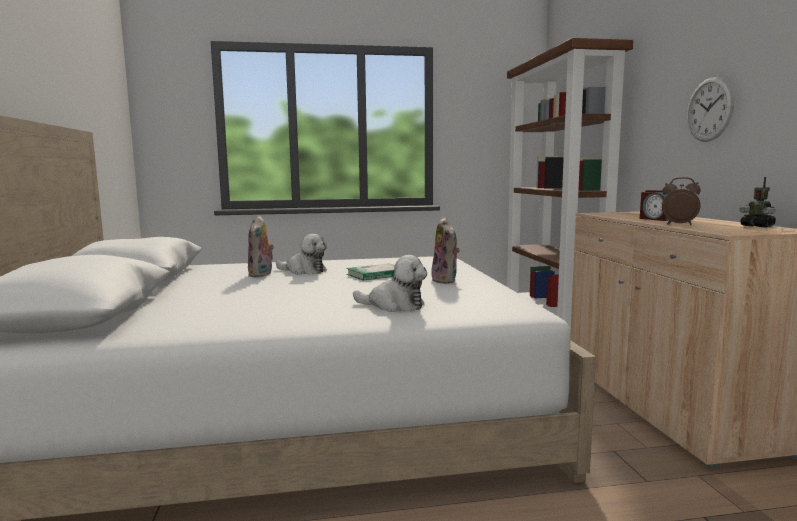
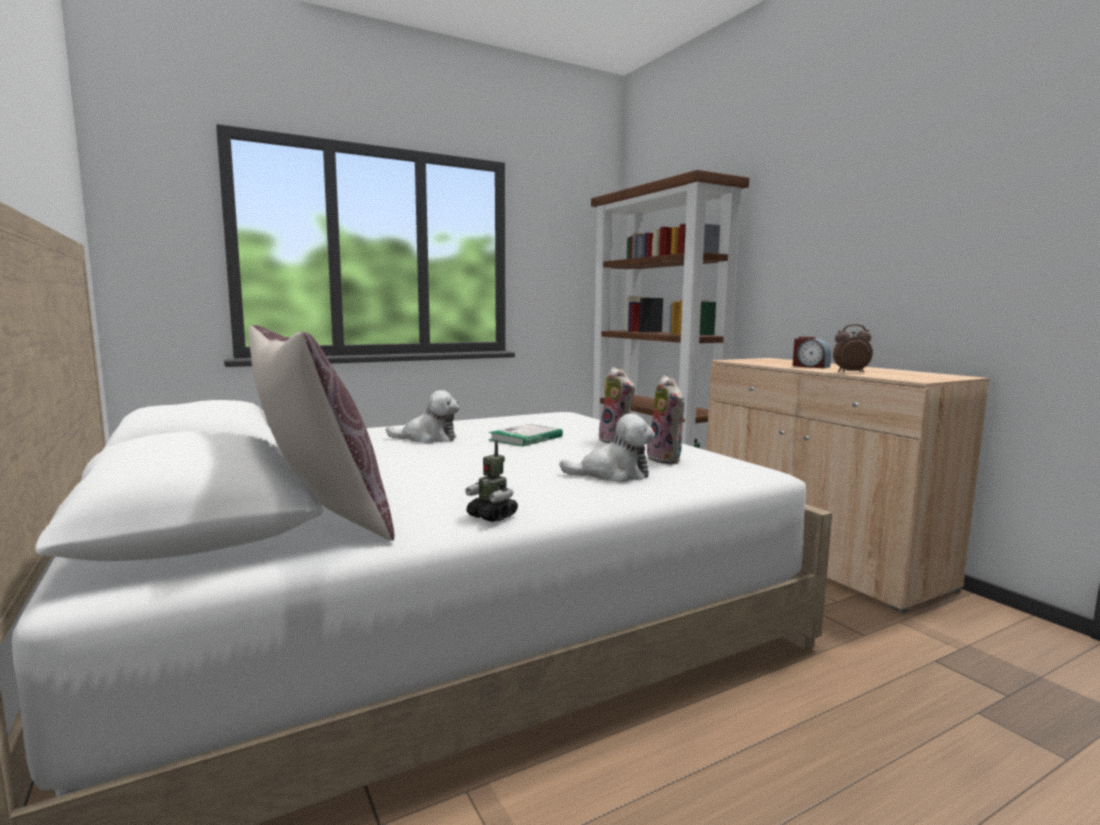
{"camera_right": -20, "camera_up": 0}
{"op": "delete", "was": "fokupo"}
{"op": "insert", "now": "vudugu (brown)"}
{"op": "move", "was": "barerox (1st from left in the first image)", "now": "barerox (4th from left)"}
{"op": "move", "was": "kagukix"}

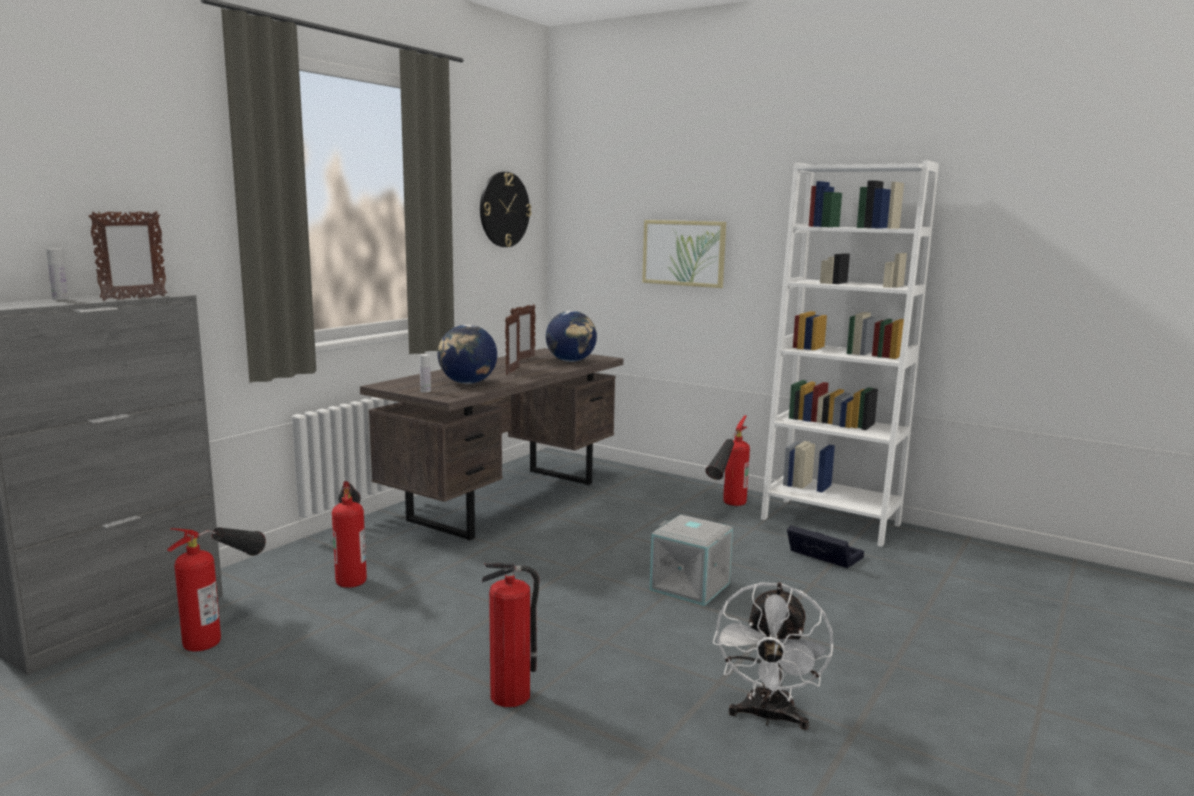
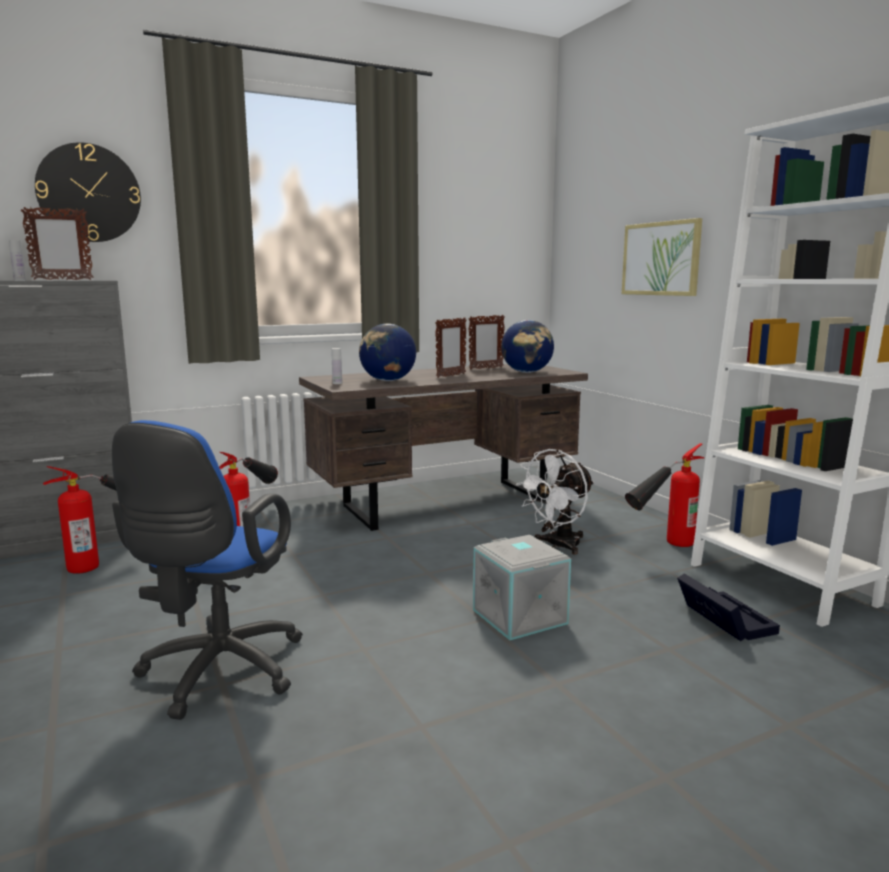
{"camera_right": 30, "camera_up": 0}
{"op": "move", "was": "fokupo"}
{"op": "move", "was": "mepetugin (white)"}
{"op": "replace", "was": "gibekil (3rd from left)", "now": "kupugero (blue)"}

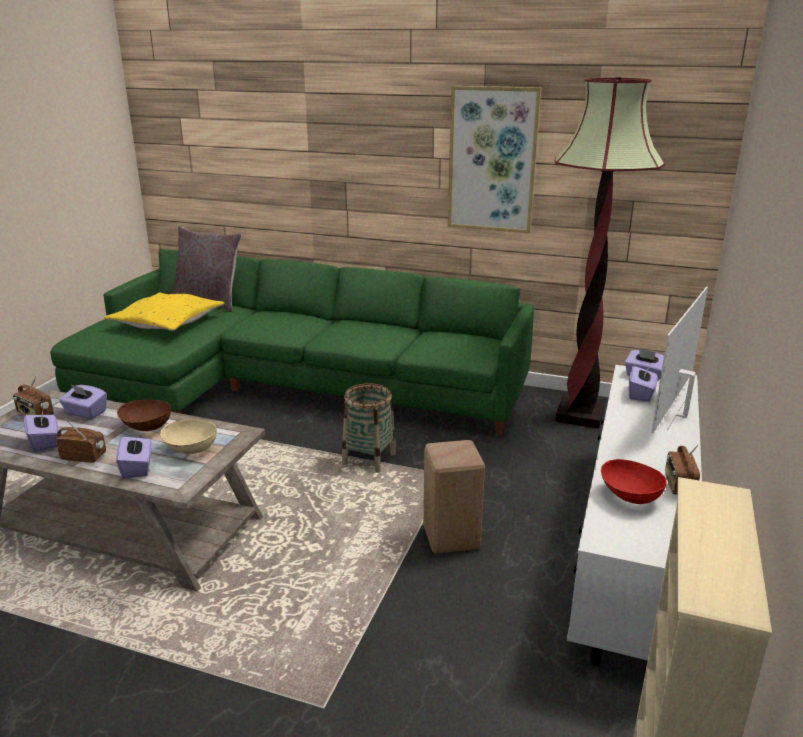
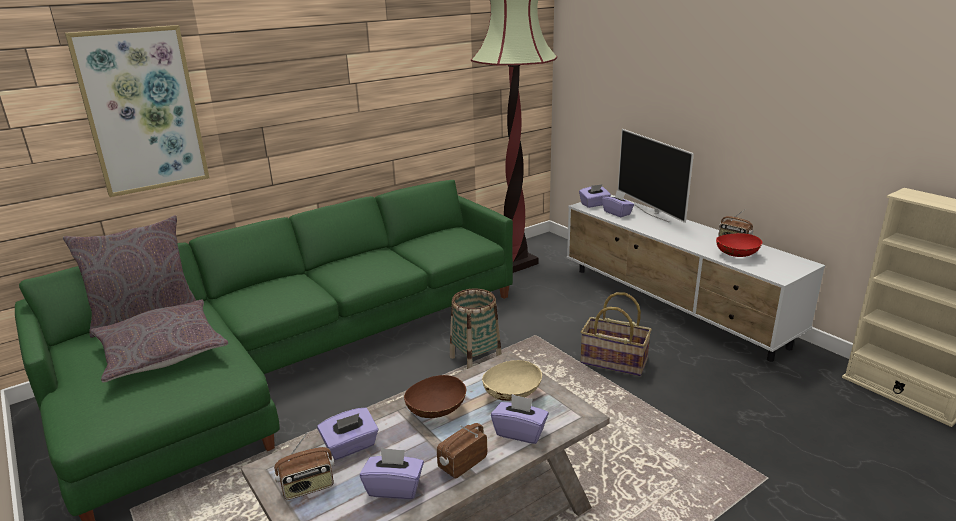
{"camera_right": -55, "camera_up": 0}
{"op": "move", "was": "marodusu"}
{"op": "replace", "was": "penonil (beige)", "now": "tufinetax (2nd from left)"}
{"op": "recolor", "was": "vudugu (yellow)", "now": "vudugu (grey) (2nd from left)"}

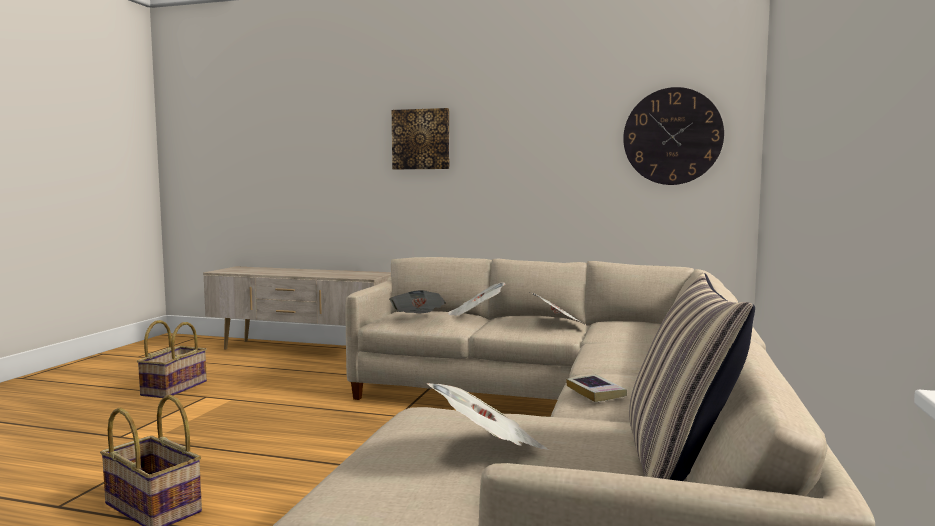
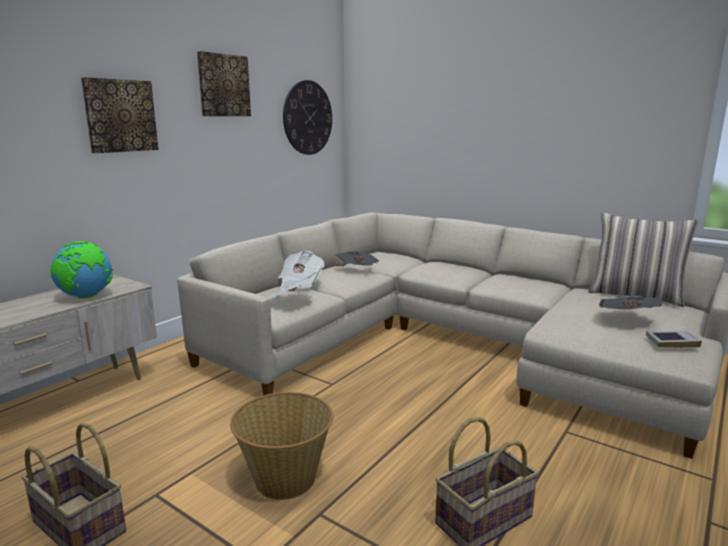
{"camera_right": -70, "camera_up": 10}
{"op": "insert", "now": "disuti"}
{"op": "insert", "now": "marodusu (2nd from left)"}
{"op": "insert", "now": "tufinetax (2nd from left)"}
{"op": "move", "was": "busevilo"}

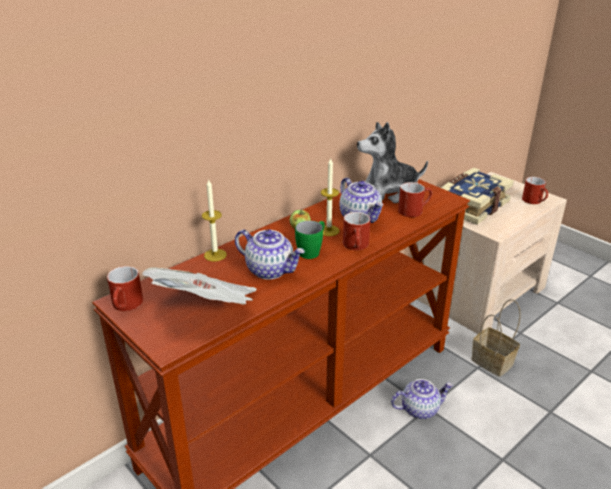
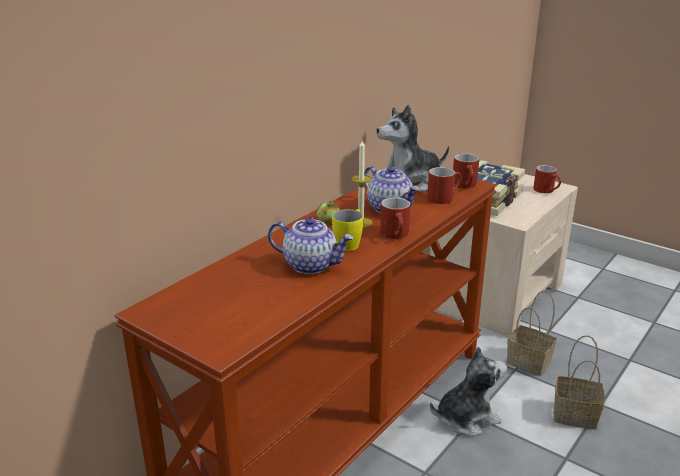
{"camera_right": -10, "camera_up": -5}
{"op": "delete", "was": "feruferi"}
{"op": "delete", "was": "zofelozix (1st from left)"}
{"op": "insert", "now": "tufinetax (2nd from left)"}
{"op": "move", "was": "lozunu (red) (1st from left in the first image)", "now": "lozunu (red) (3rd from left)"}
{"op": "replace", "was": "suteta (3rd from left)", "now": "barerox (2nd from left)"}
{"op": "recolor", "was": "lozunu (green)", "now": "lozunu (yellow)"}

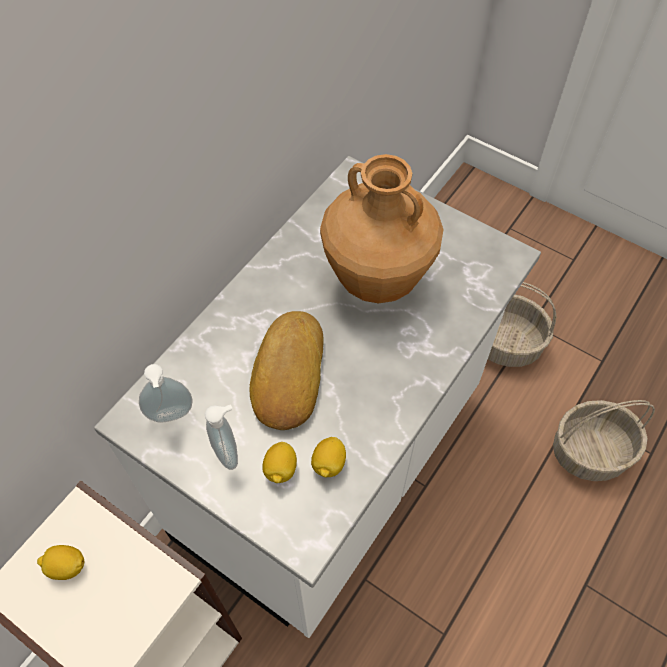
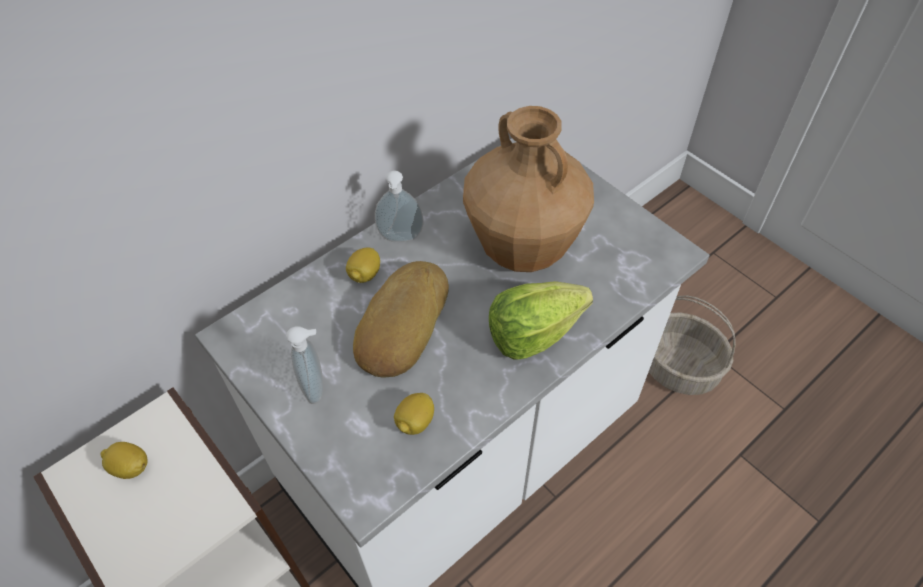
{"camera_right": 15, "camera_up": -5}
{"op": "delete", "was": "tufinetax (2nd from left)"}
{"op": "insert", "now": "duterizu"}
{"op": "move", "was": "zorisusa (1st from left in the first image)", "now": "zorisusa (2nd from left)"}
{"op": "move", "was": "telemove (2nd from left)"}

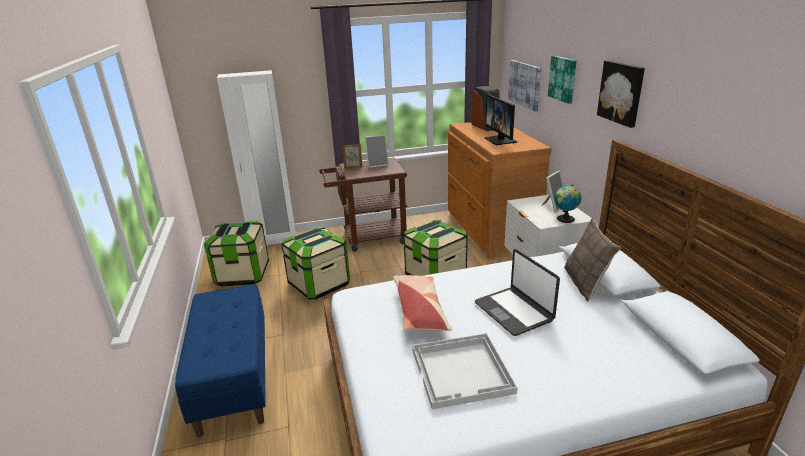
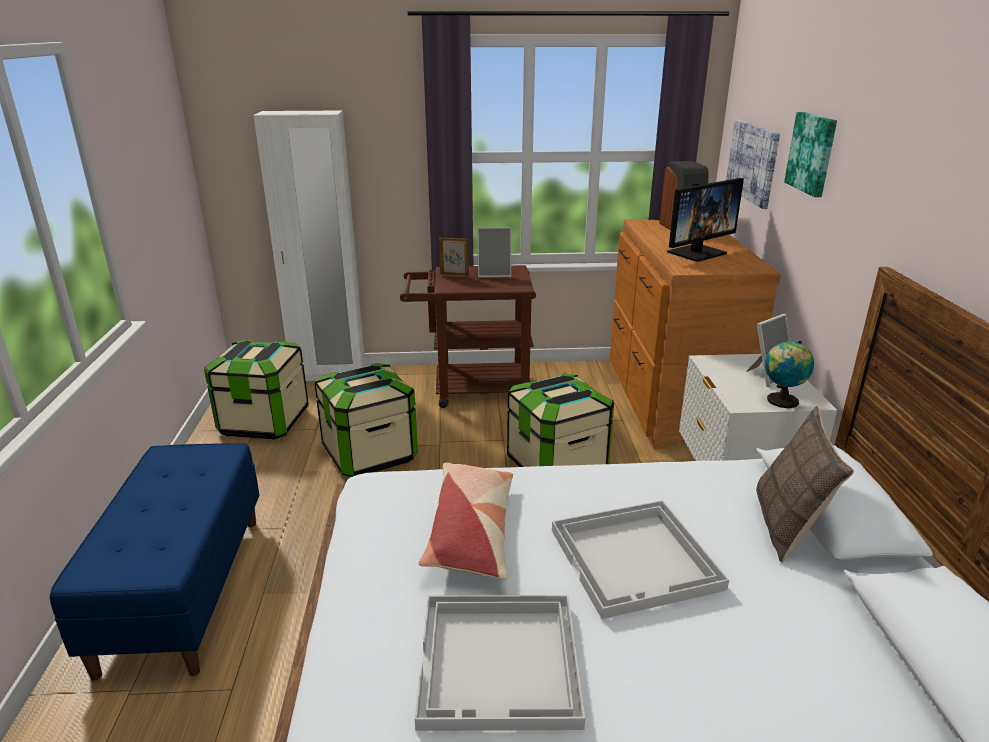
{"camera_right": 10, "camera_up": 0}
{"op": "delete", "was": "marodusu (3rd from left)"}
{"op": "replace", "was": "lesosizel", "now": "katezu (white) (2nd from left)"}
{"op": "rotate", "was": "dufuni", "clockwise": -120}

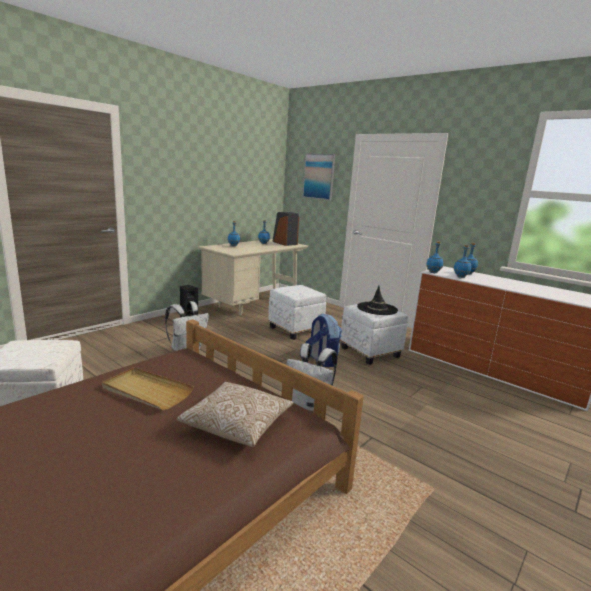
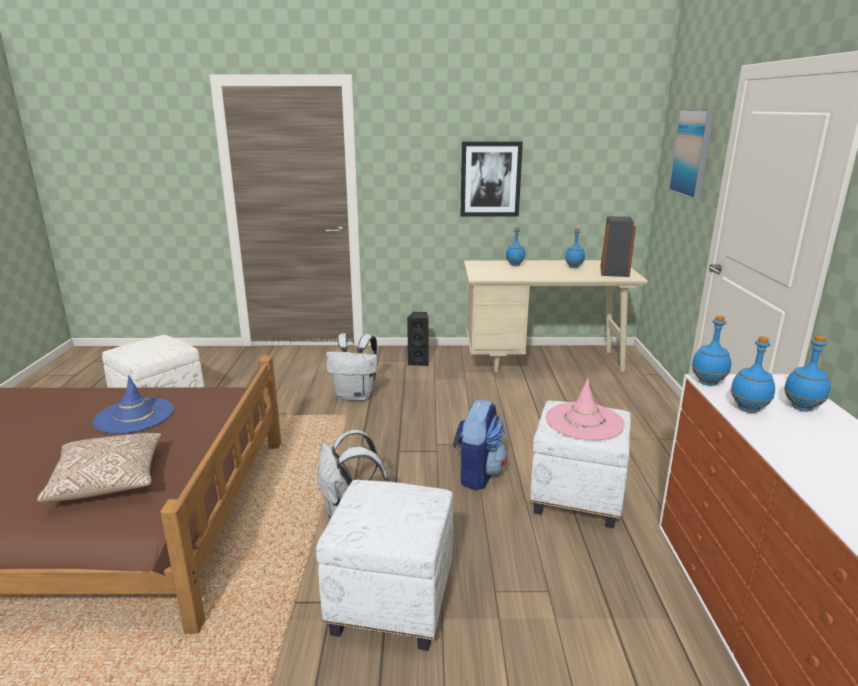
{"camera_right": 50, "camera_up": 5}
{"op": "insert", "now": "marodusu (1st from left)"}
{"op": "move", "was": "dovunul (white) (2nd from left)"}
{"op": "replace", "was": "katezu (beige)", "now": "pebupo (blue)"}
{"op": "recolor", "was": "pebupo (black)", "now": "pebupo (pink)"}

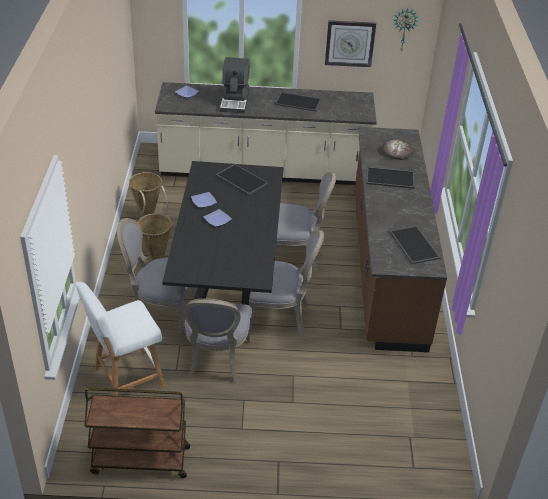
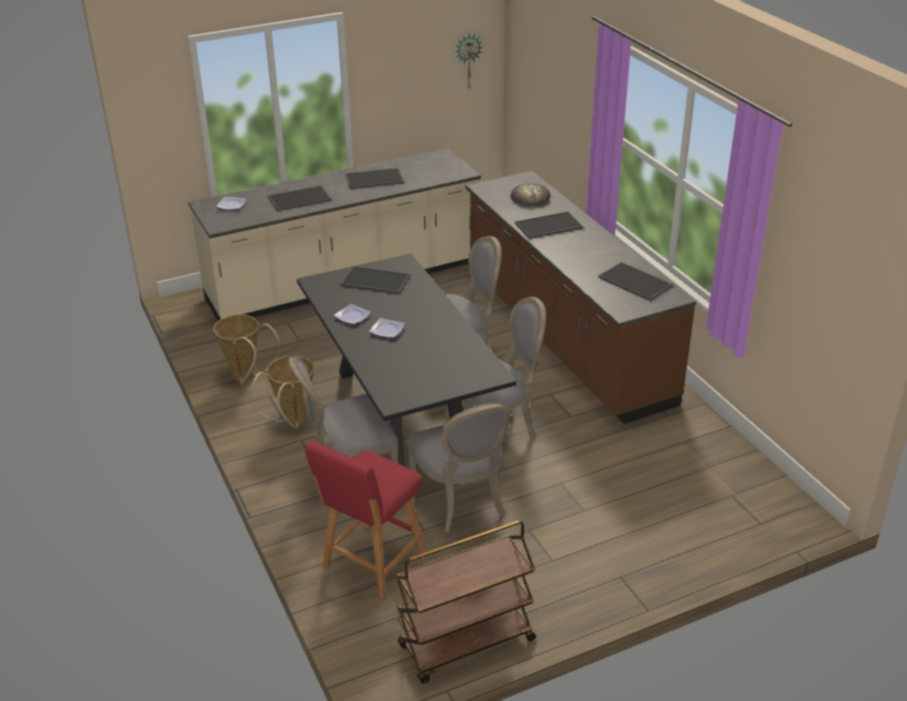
{"camera_right": -25, "camera_up": -5}
{"op": "delete", "was": "fokupo (1st from left)"}
{"op": "replace", "was": "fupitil", "now": "katezu (1st from left)"}
{"op": "recolor", "was": "penonil (white)", "now": "penonil (red)"}

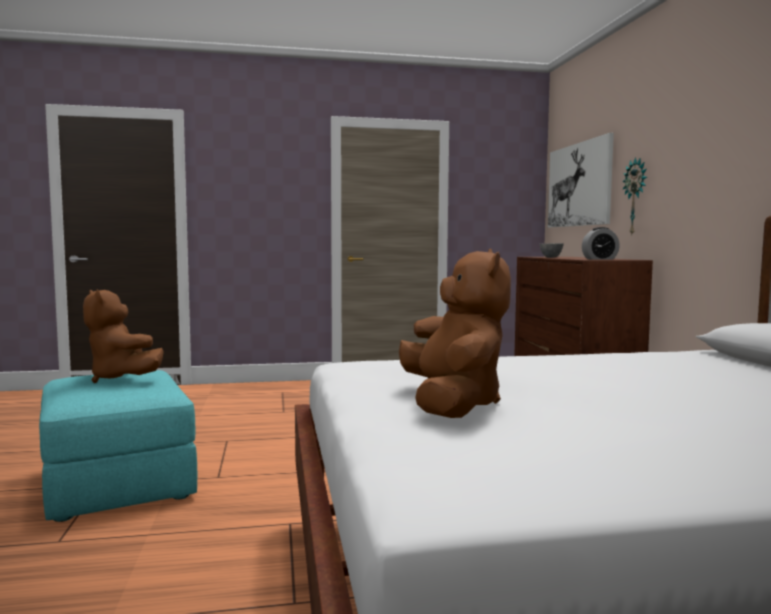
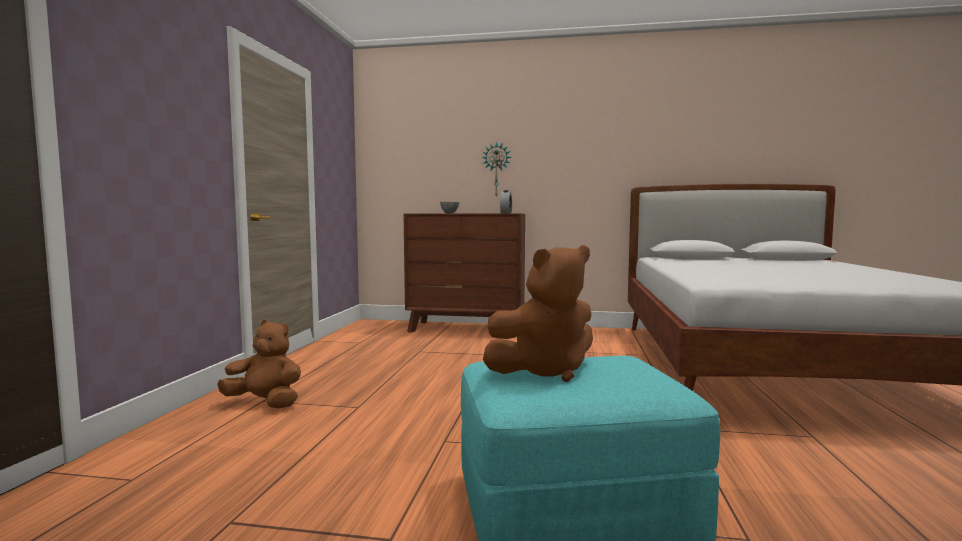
{"camera_right": -70, "camera_up": 0}
{"op": "delete", "was": "marodusu"}
{"op": "move", "was": "barerox (brown) (2nd from left in the first image)", "now": "barerox (brown) (1st from left)"}

